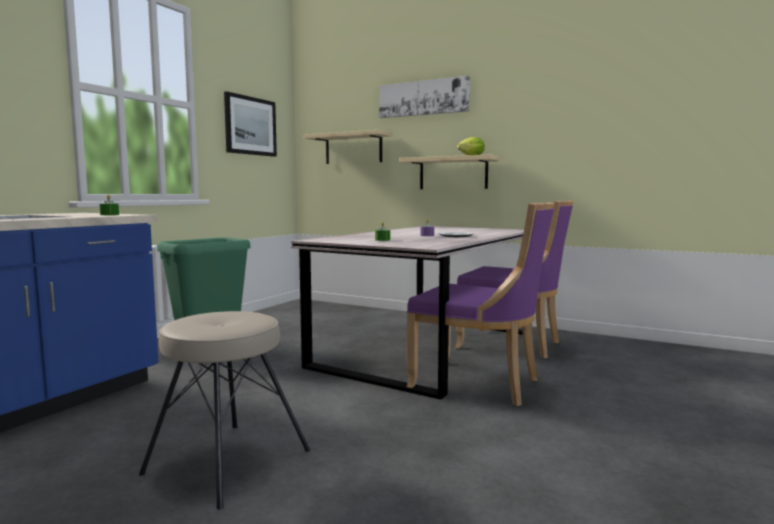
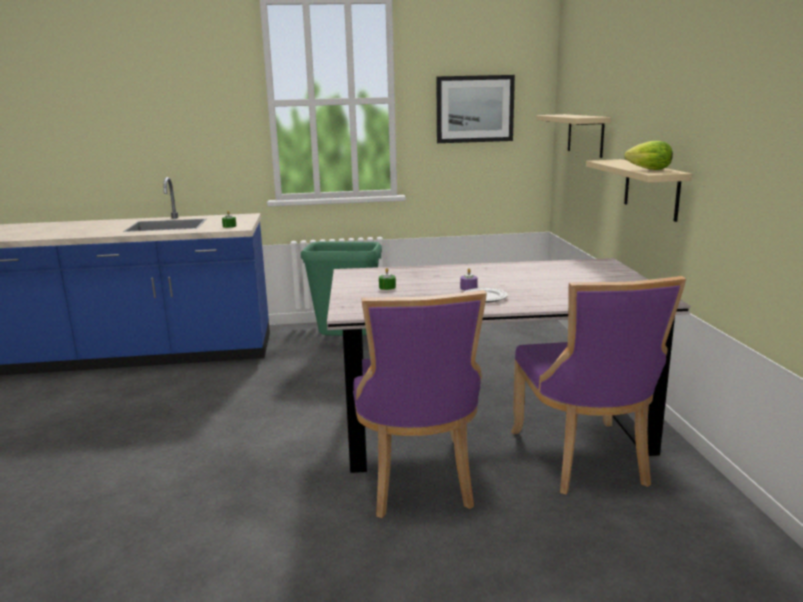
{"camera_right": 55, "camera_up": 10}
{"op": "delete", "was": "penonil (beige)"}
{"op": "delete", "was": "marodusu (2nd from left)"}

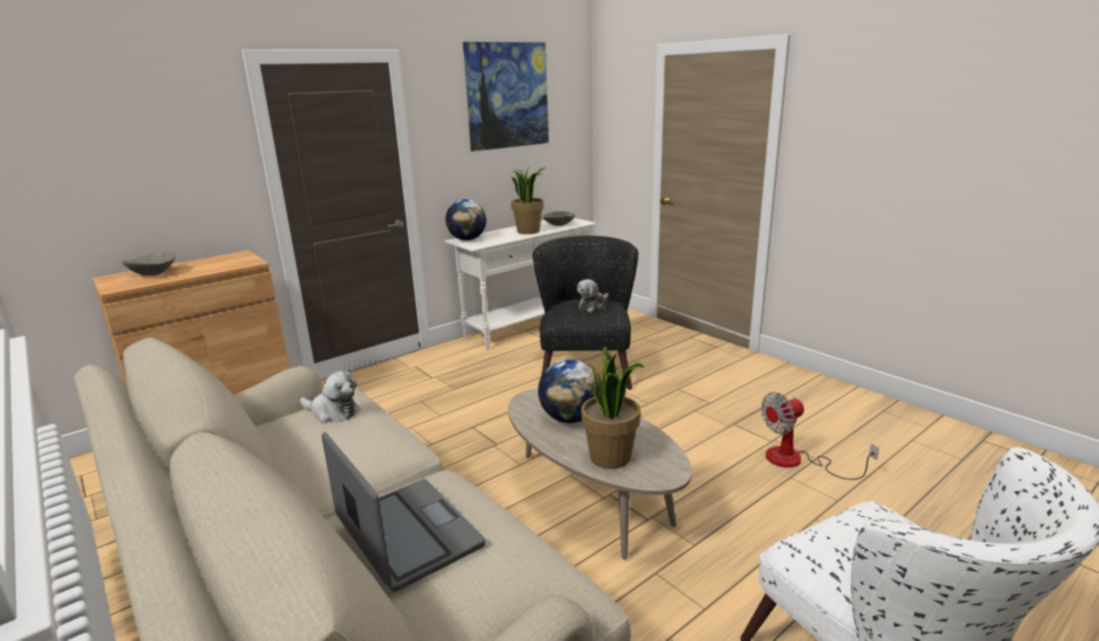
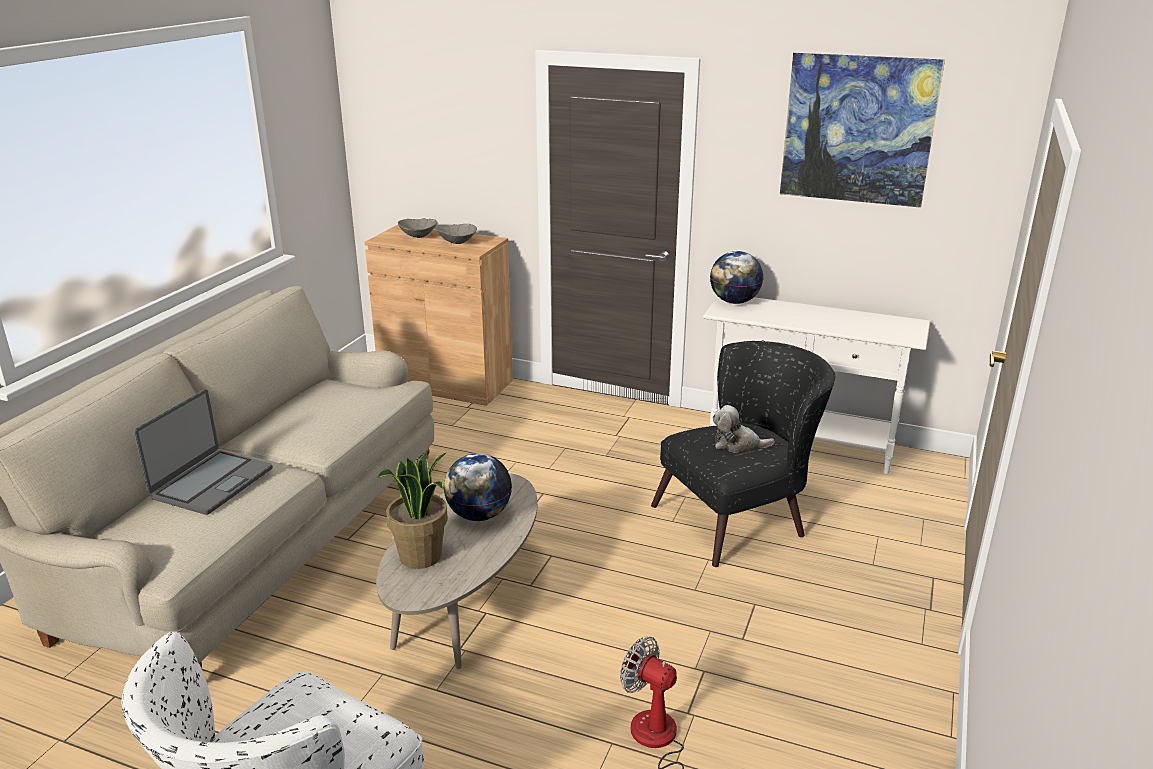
{"camera_right": 60, "camera_up": 5}
{"op": "delete", "was": "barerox (1st from left)"}
{"op": "delete", "was": "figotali (1st from left)"}
{"op": "move", "was": "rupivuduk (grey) (2nd from left)"}

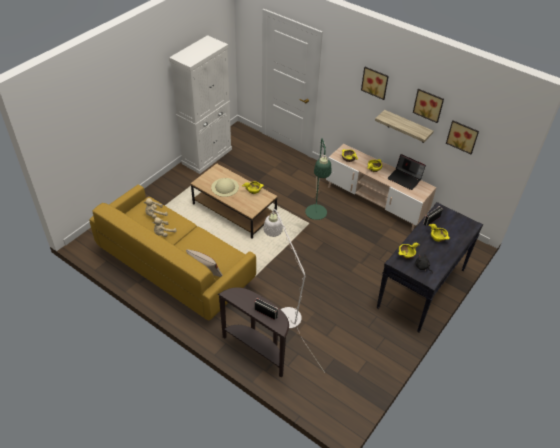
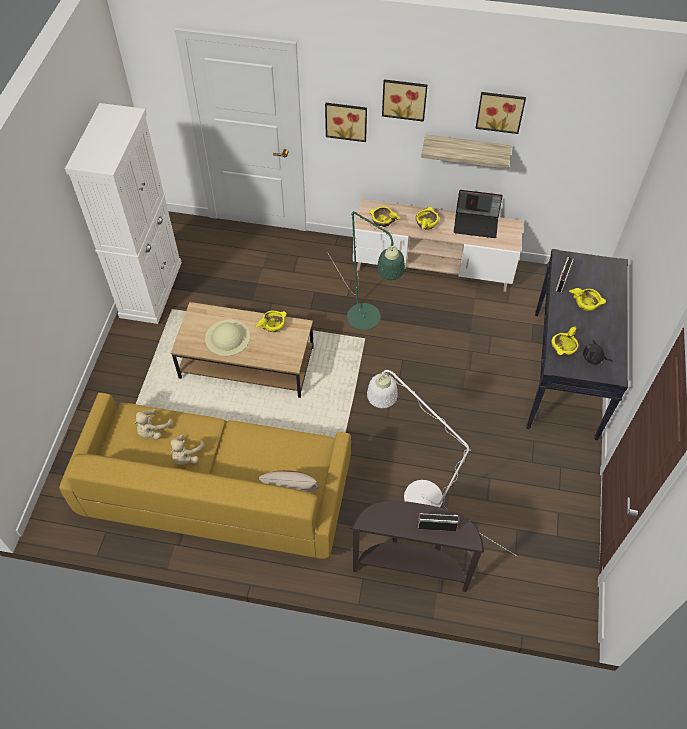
{"camera_right": -25, "camera_up": 10}
{"op": "move", "was": "marodusu (3rd from left in the first image)", "now": "marodusu (1st from left)"}

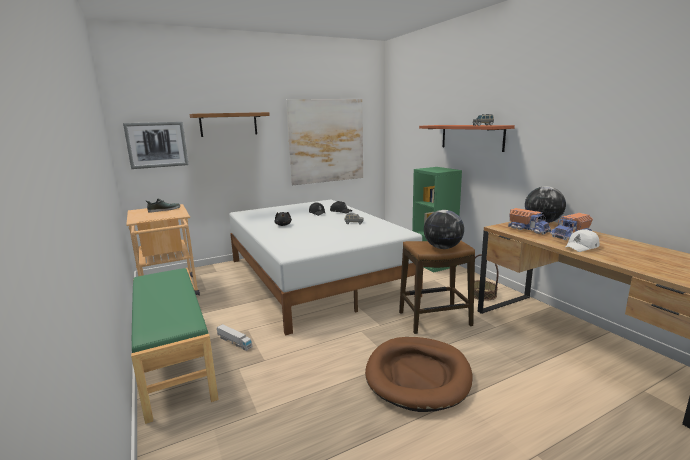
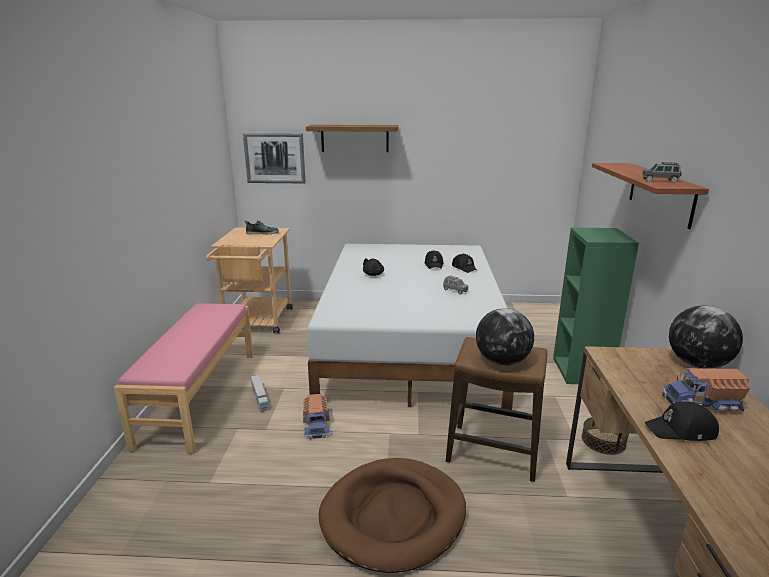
{"camera_right": 30, "camera_up": 5}
{"op": "delete", "was": "marodusu (2nd from left)"}
{"op": "move", "was": "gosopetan (2nd from left)"}
{"op": "recolor", "was": "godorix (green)", "now": "godorix (pink)"}
{"op": "recolor", "was": "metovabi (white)", "now": "metovabi (black) (3rd from left)"}

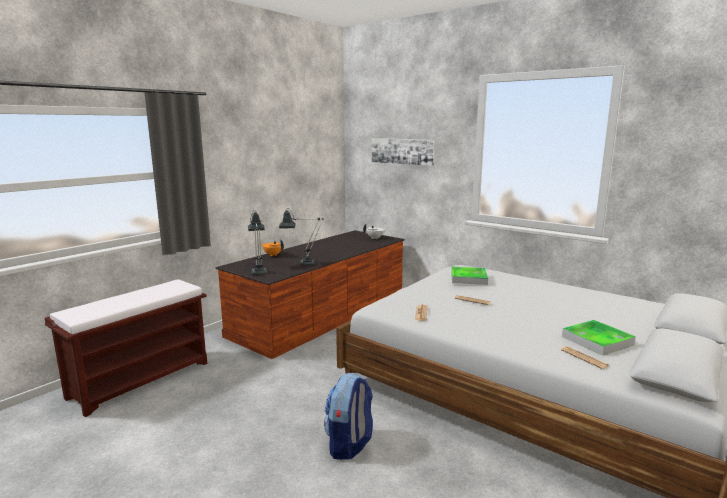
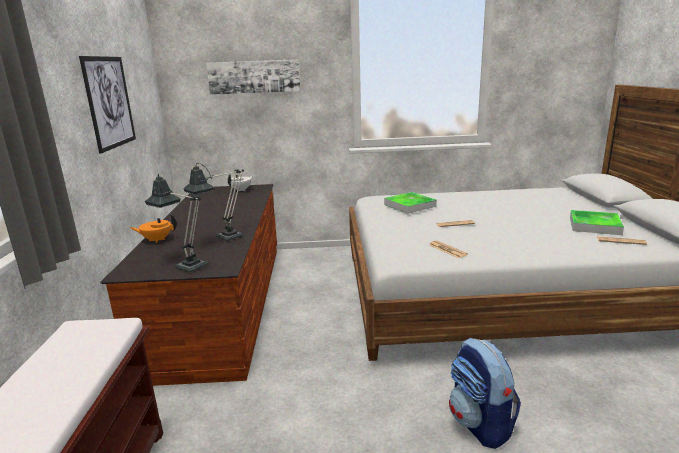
{"camera_right": -40, "camera_up": 5}
{"op": "insert", "now": "marodusu (1st from left)"}

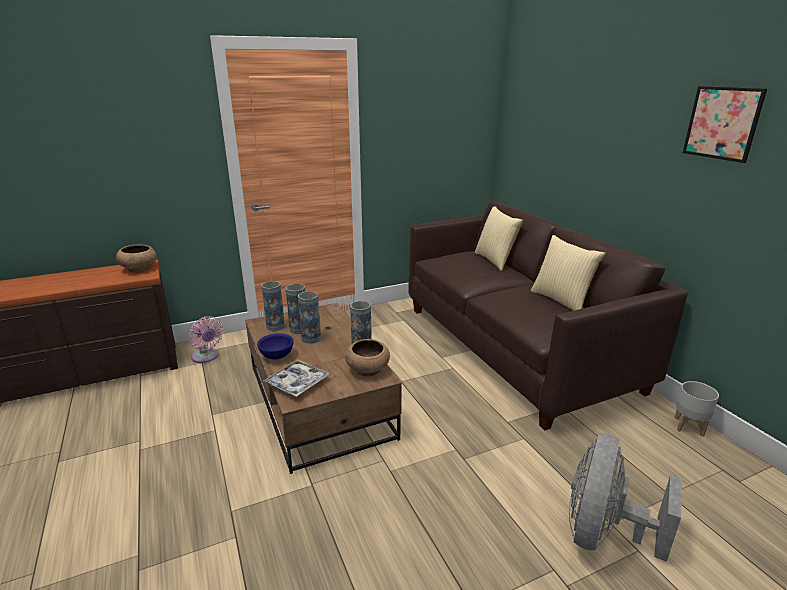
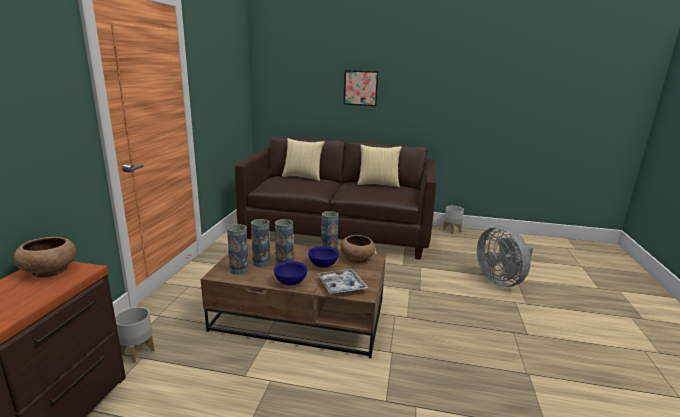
{"camera_right": -55, "camera_up": -5}
{"op": "insert", "now": "rupivuduk (blue) (2nd from left)"}
{"op": "move", "was": "marodusu"}
{"op": "replace", "was": "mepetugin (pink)", "now": "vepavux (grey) (1st from left)"}

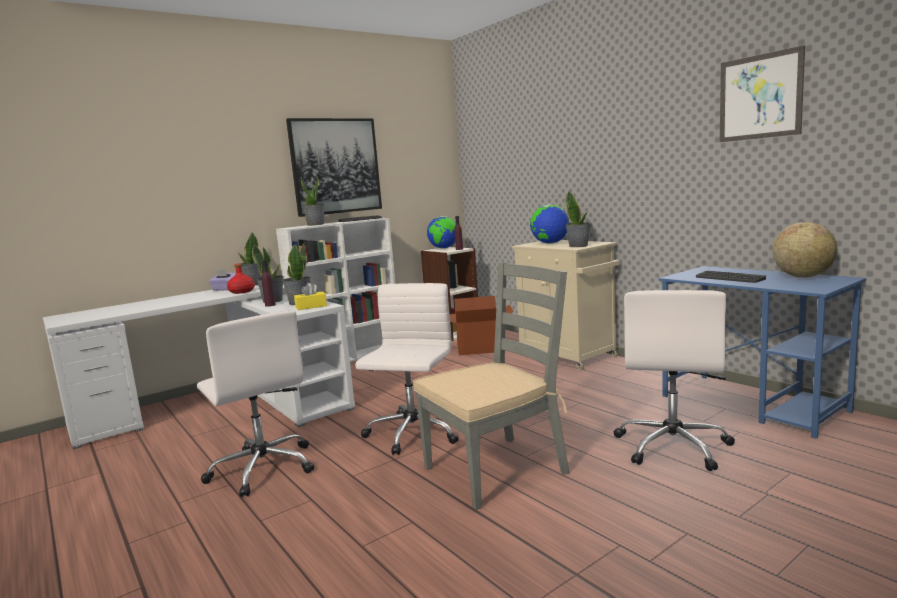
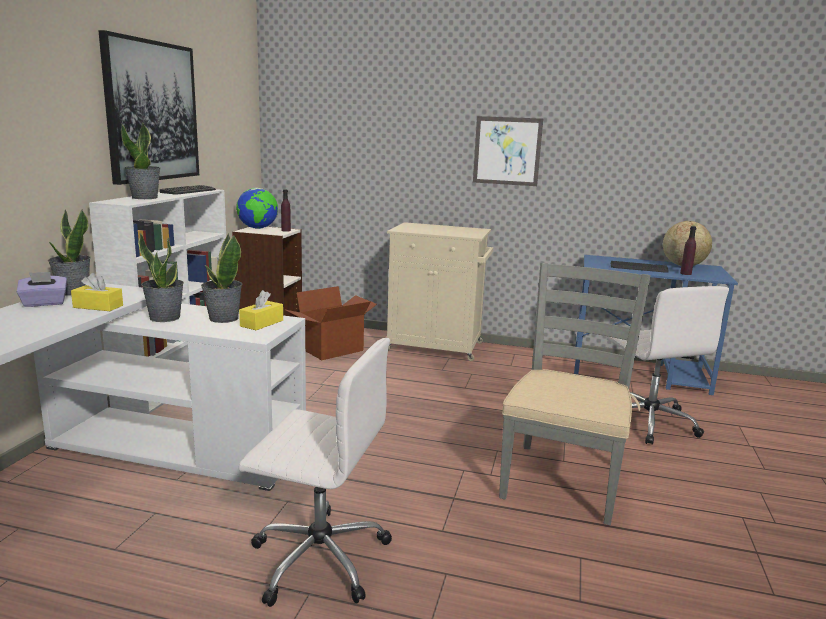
{"camera_right": -40, "camera_up": 5}
{"op": "delete", "was": "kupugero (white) (2nd from left)"}
{"op": "delete", "was": "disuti (2nd from left)"}
{"op": "delete", "was": "figotali (5th from left)"}
{"op": "move", "was": "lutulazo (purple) (1st from left in the first image)", "now": "lutulazo (purple) (2nd from left)"}
{"op": "move", "was": "marodusu (2nd from left)"}
{"op": "replace", "was": "lutulazo (red)", "now": "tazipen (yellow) (1st from left)"}

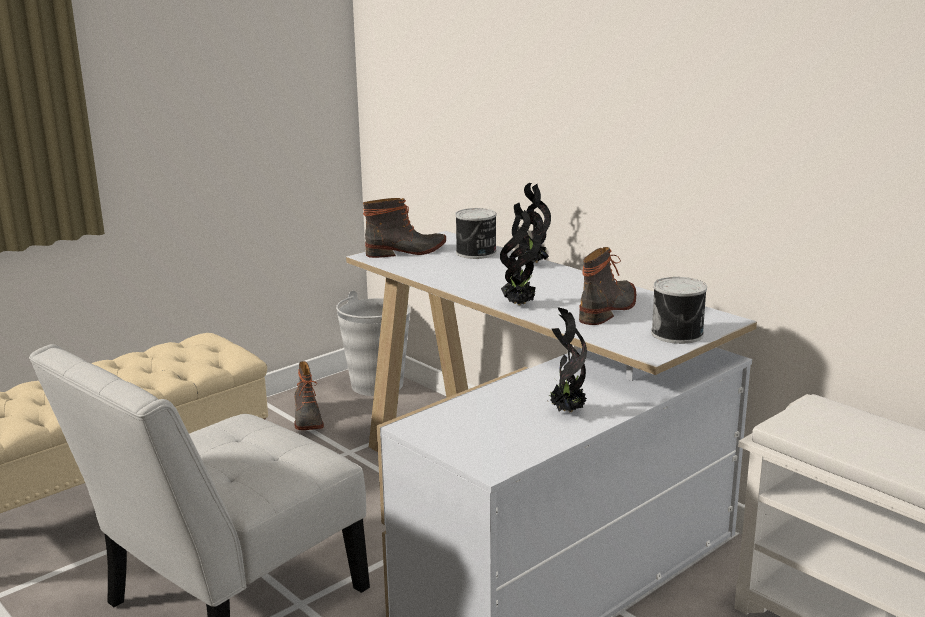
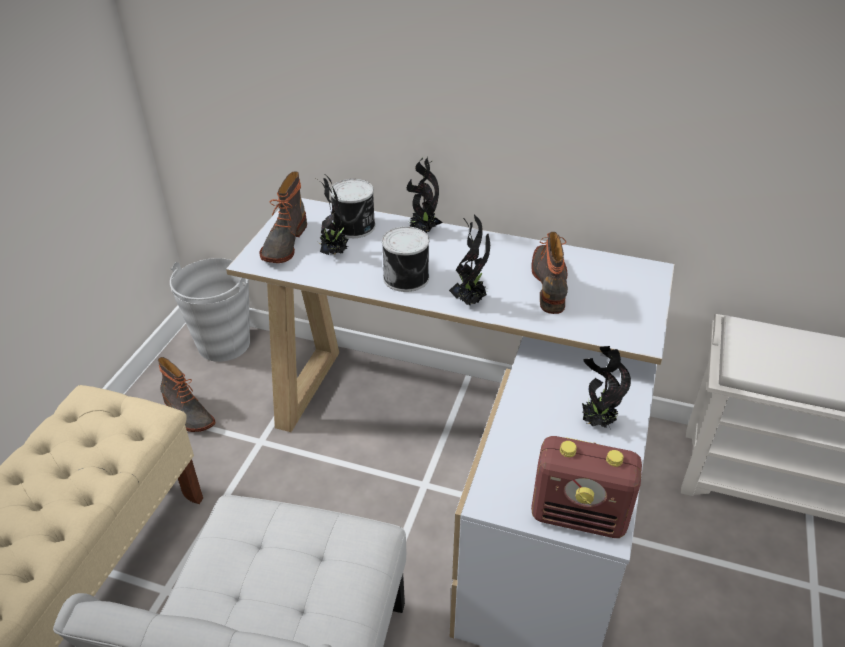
{"camera_right": -30, "camera_up": 20}
{"op": "insert", "now": "figotali (1st from left)"}
{"op": "insert", "now": "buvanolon"}
{"op": "move", "was": "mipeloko (2nd from left)"}
{"op": "rotate", "was": "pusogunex (2nd from left)", "clockwise": 150}

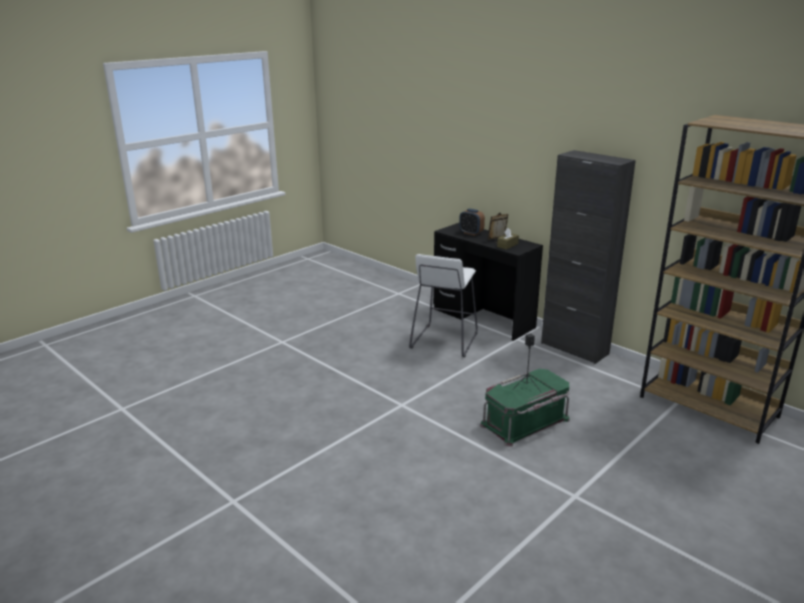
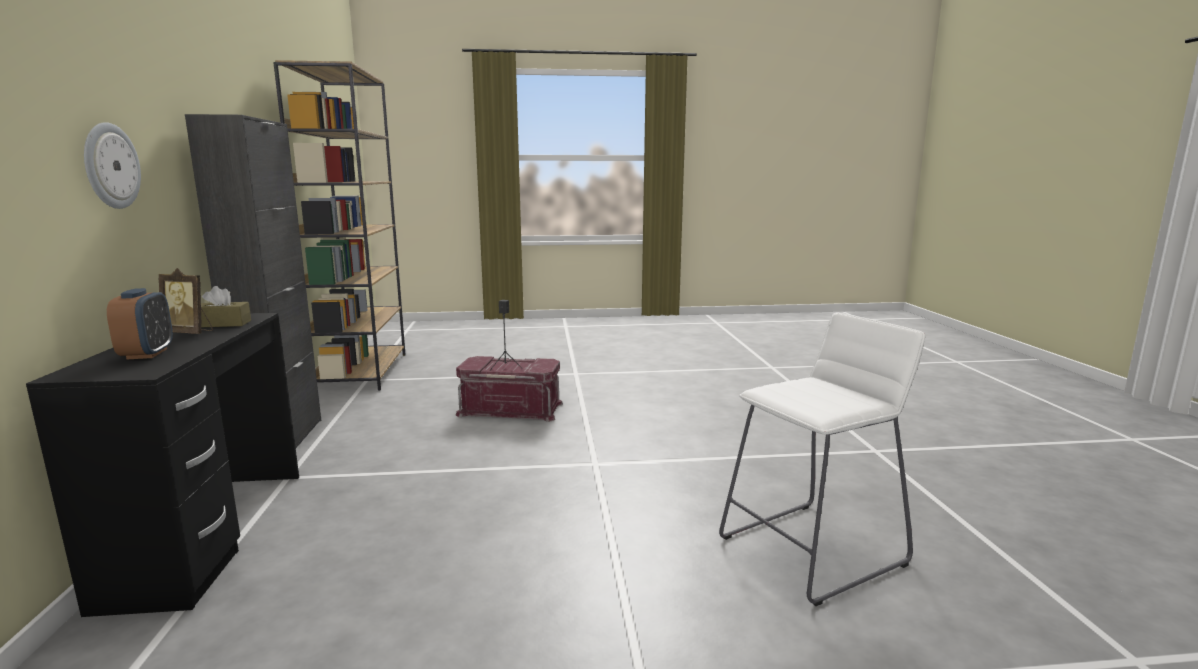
{"camera_right": -140, "camera_up": -10}
{"op": "insert", "now": "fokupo"}
{"op": "move", "was": "penonil (white)"}
{"op": "recolor", "was": "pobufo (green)", "now": "pobufo (red)"}

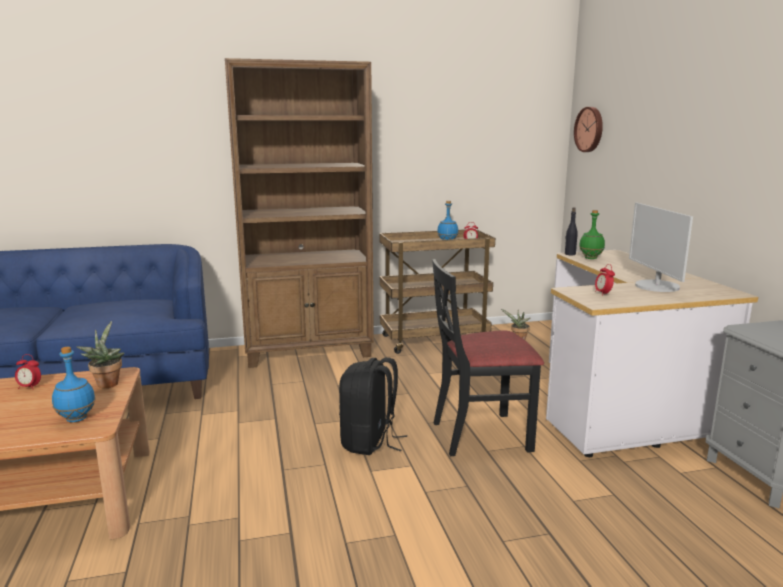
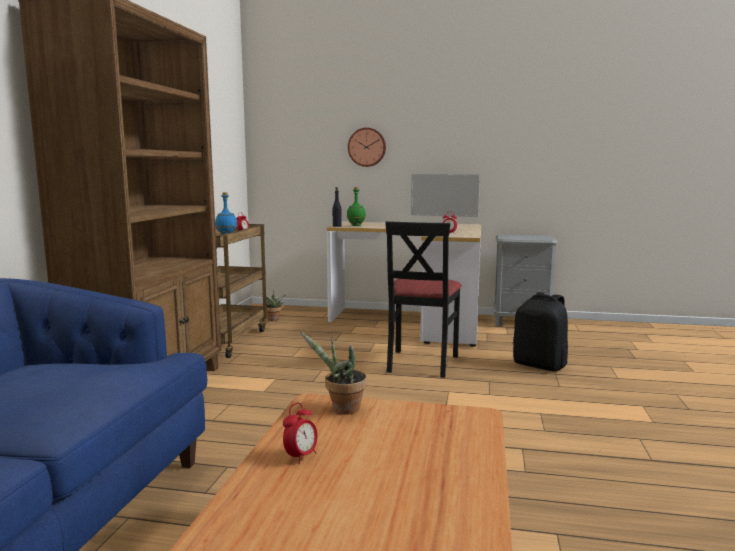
{"camera_right": -65, "camera_up": -5}
{"op": "delete", "was": "lutulazo (blue) (1st from left)"}
{"op": "move", "was": "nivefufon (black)"}
{"op": "move", "was": "fokupo"}

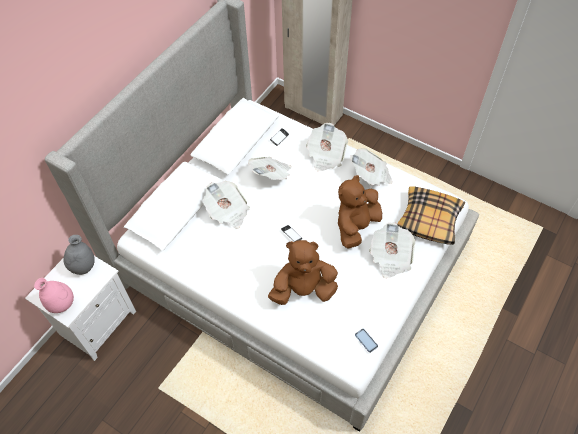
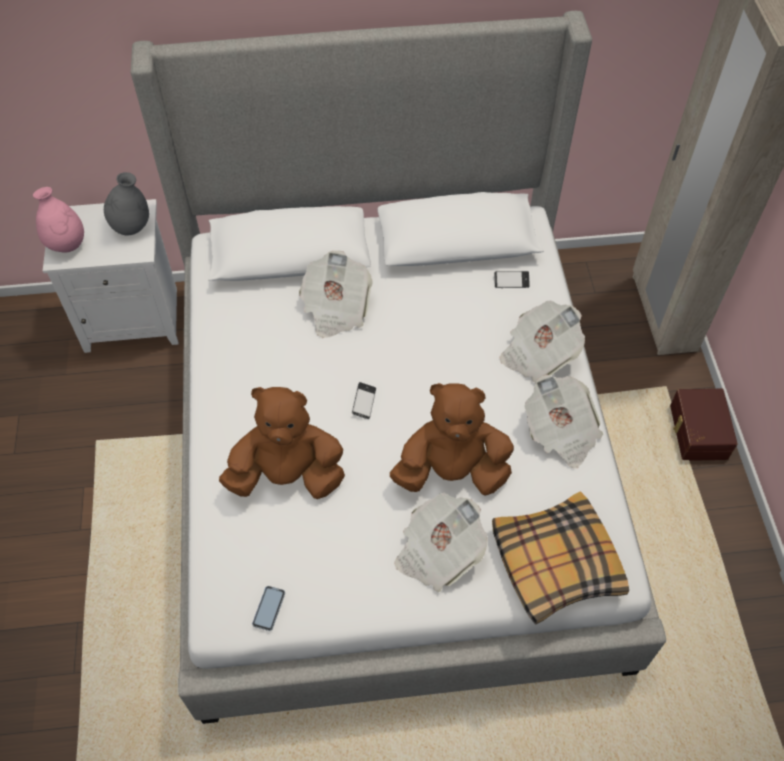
{"camera_right": 50, "camera_up": 0}
{"op": "delete", "was": "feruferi (2nd from left)"}
{"op": "insert", "now": "pobufo (brown)"}
{"op": "rotate", "was": "barerox (brown) (1st from left)", "clockwise": -45}

